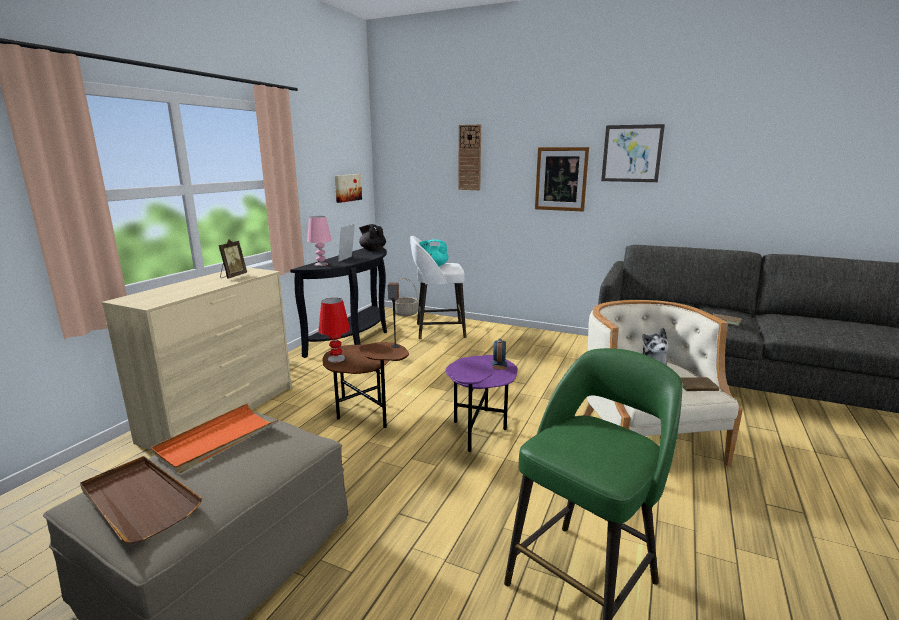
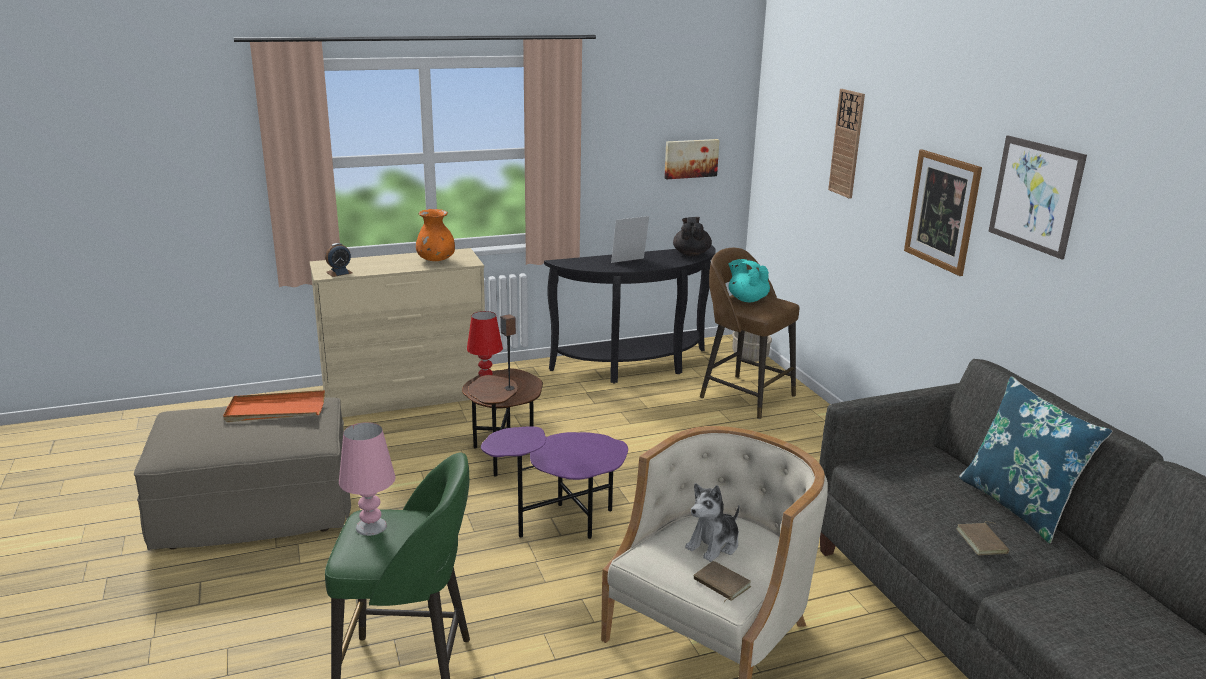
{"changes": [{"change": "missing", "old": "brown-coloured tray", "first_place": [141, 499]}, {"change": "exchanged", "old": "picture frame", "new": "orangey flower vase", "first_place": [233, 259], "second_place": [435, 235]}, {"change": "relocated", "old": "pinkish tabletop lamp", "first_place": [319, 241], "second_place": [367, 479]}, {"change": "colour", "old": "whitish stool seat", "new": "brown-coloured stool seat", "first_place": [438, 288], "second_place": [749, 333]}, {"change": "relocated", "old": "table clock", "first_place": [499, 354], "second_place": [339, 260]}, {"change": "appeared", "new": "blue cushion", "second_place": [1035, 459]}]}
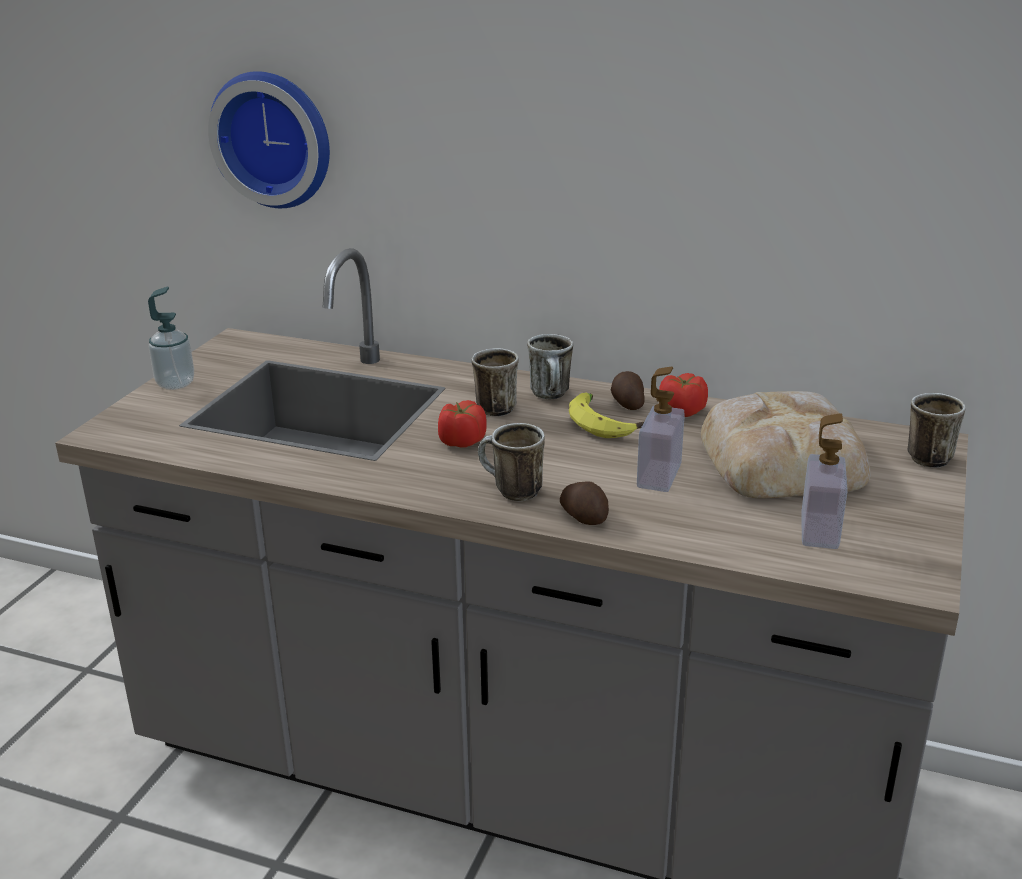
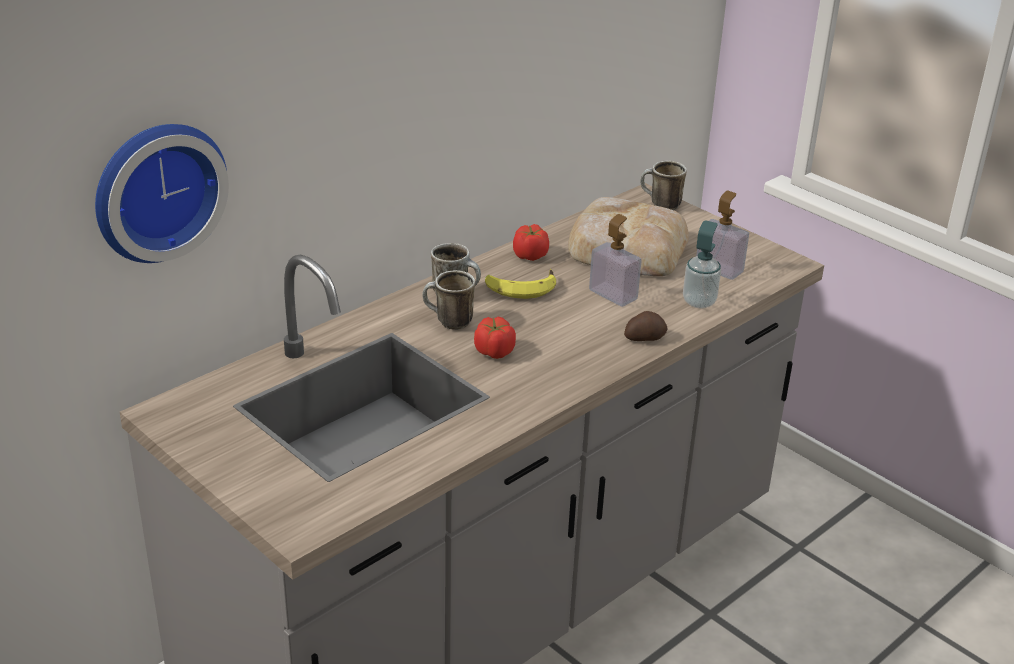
{"changes": [{"change": "relocated", "old": "liquid soap bottle", "first_place": [171, 338], "second_place": [702, 264]}, {"change": "missing", "old": "mug", "first_place": [511, 462]}, {"change": "missing", "old": "whole potato", "first_place": [628, 390]}]}
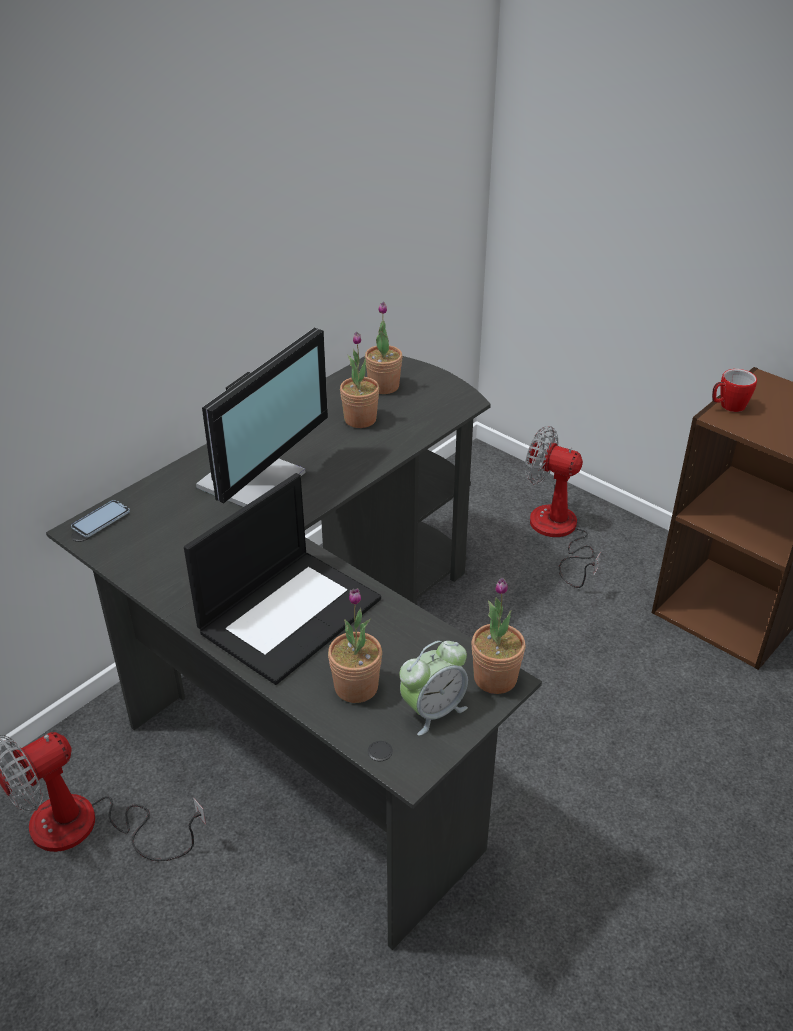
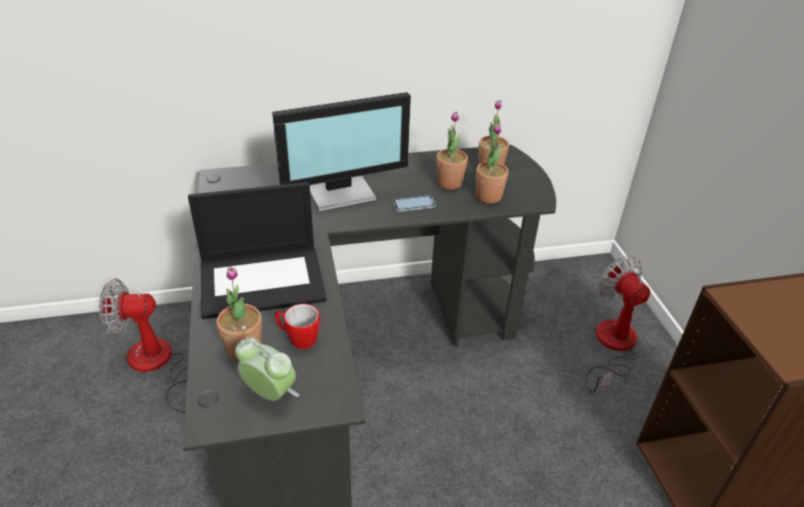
{"changes": [{"change": "relocated", "old": "phone", "first_place": [100, 518], "second_place": [414, 203]}, {"change": "spun", "old": "table clock", "first_place": [434, 688], "second_place": [267, 369], "degrees": -150}, {"change": "relocated", "old": "potted plant", "first_place": [498, 636], "second_place": [492, 163]}, {"change": "relocated", "old": "mug", "first_place": [734, 390], "second_place": [297, 326]}]}
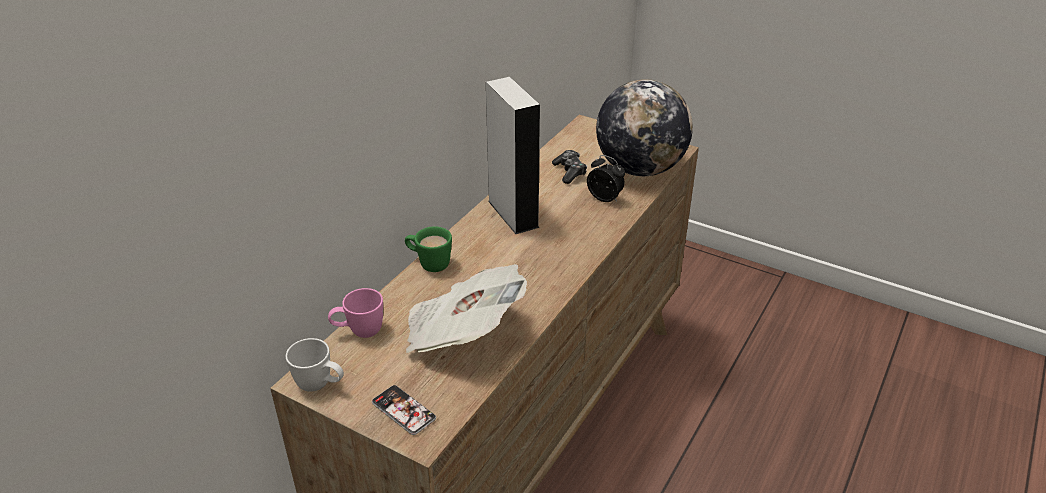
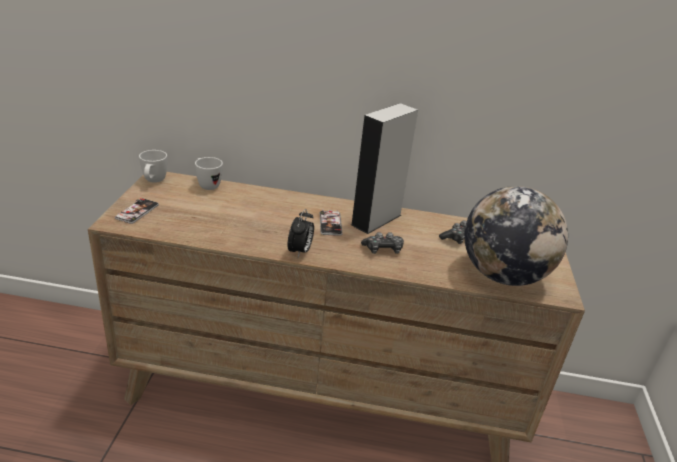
{"changes": [{"change": "colour", "old": "pinkish mug", "new": "whitish mug", "first_place": [355, 313], "second_place": [209, 173]}, {"change": "missing", "old": "green mug", "first_place": [428, 249]}, {"change": "missing", "old": "daily paper", "first_place": [466, 308]}, {"change": "relocated", "old": "table clock", "first_place": [606, 178], "second_place": [301, 233]}, {"change": "appeared", "new": "phone", "second_place": [331, 223]}, {"change": "appeared", "new": "gamepad", "second_place": [382, 243]}]}
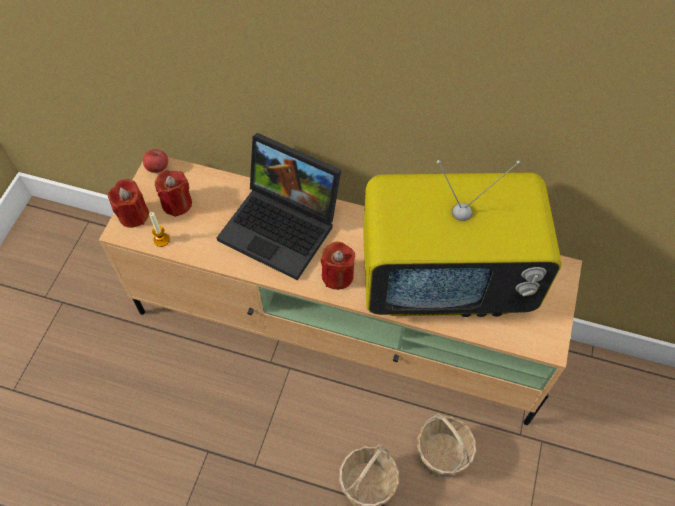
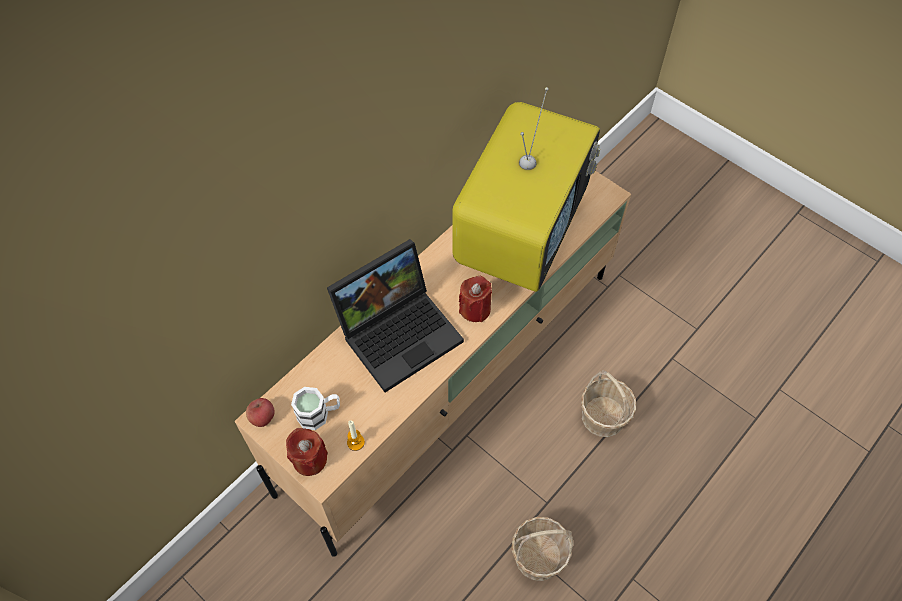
{"changes": [{"change": "exchanged", "old": "reddish candle", "new": "whitish mug", "first_place": [173, 193], "second_place": [315, 408]}, {"change": "relocated", "old": "household basket", "first_place": [446, 446], "second_place": [543, 549]}]}
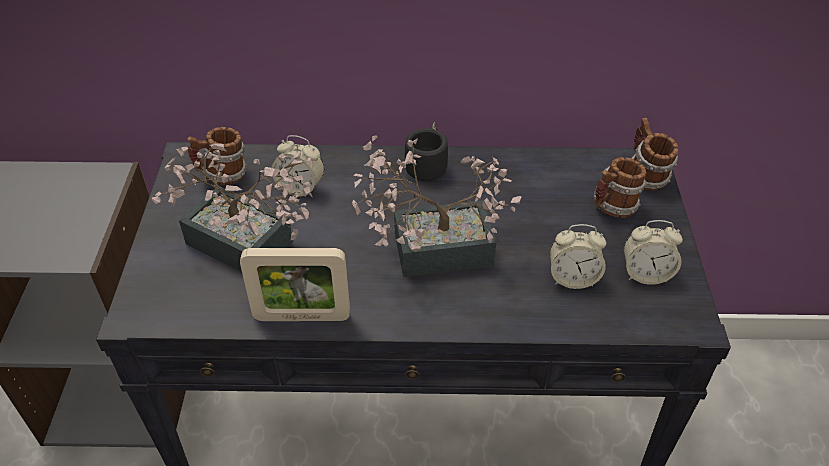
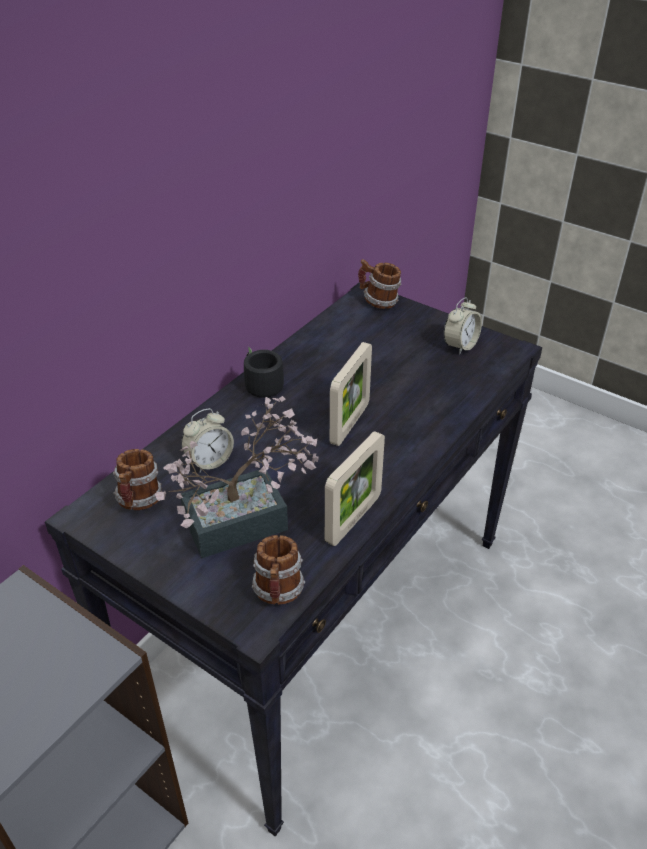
{"changes": [{"change": "exchanged", "old": "potted plant", "new": "picture frame", "first_place": [436, 206], "second_place": [351, 394]}, {"change": "missing", "old": "table clock", "first_place": [578, 256]}, {"change": "relocated", "old": "mug", "first_place": [620, 187], "second_place": [278, 570]}]}
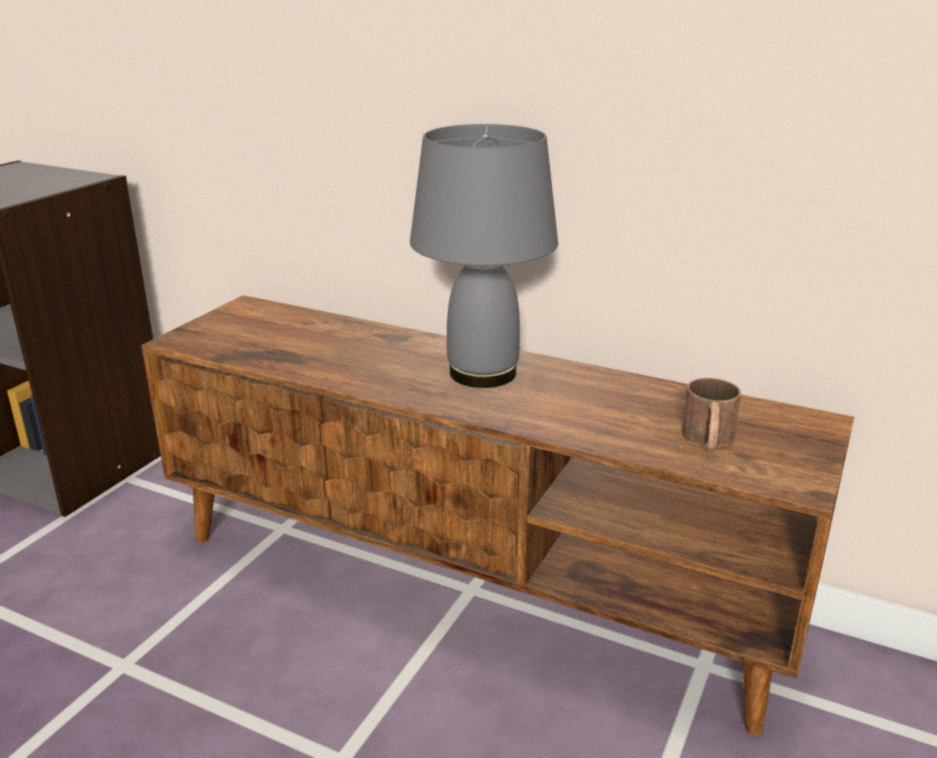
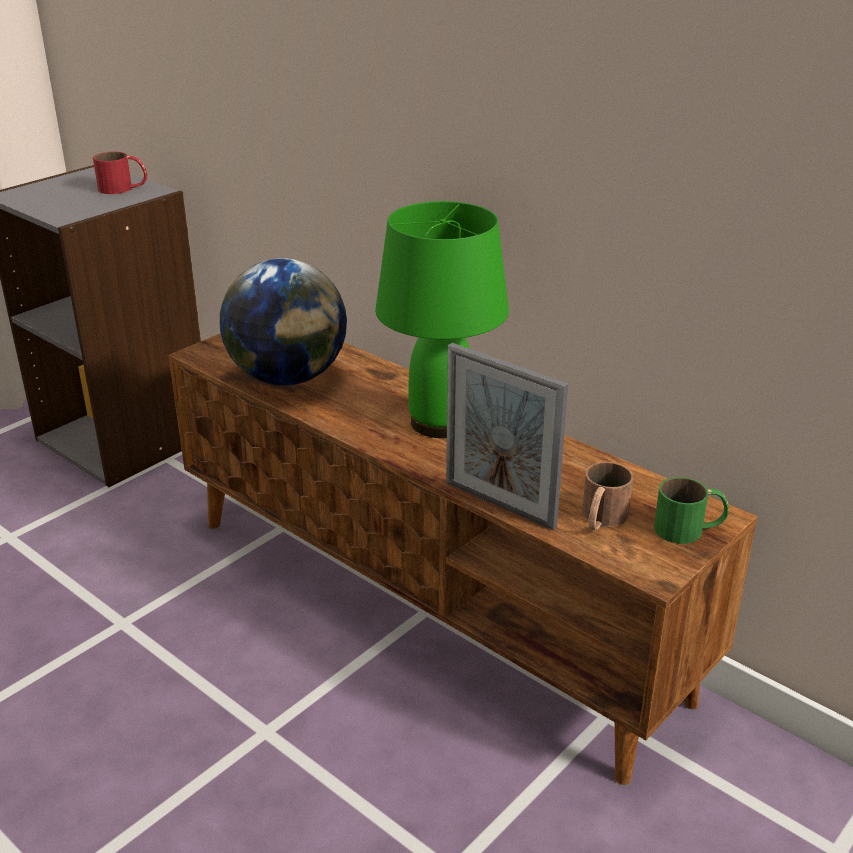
{"changes": [{"change": "colour", "old": "grey tabletop lamp", "new": "green tabletop lamp", "first_place": [484, 256], "second_place": [442, 319]}, {"change": "appeared", "new": "reddish mug", "second_place": [120, 173]}, {"change": "appeared", "new": "globe", "second_place": [283, 321]}, {"change": "appeared", "new": "picture frame", "second_place": [507, 436]}, {"change": "appeared", "new": "green mug", "second_place": [691, 510]}]}
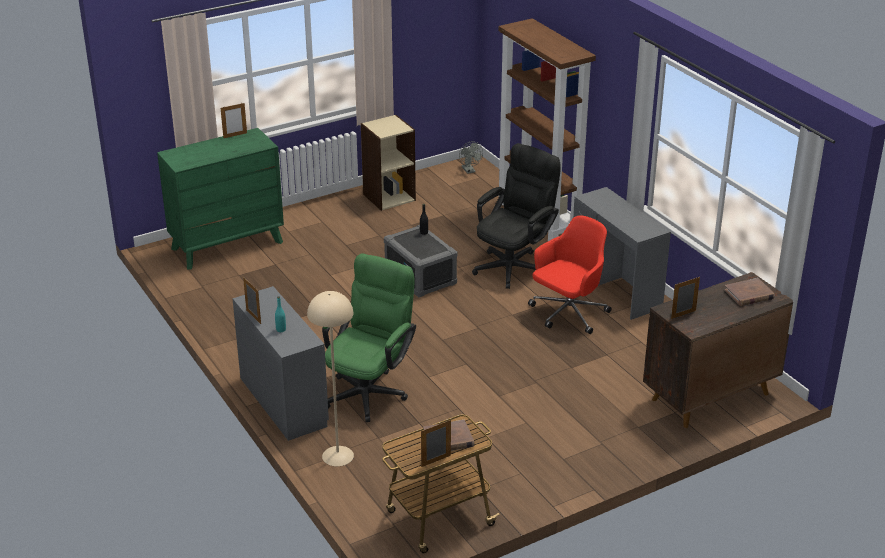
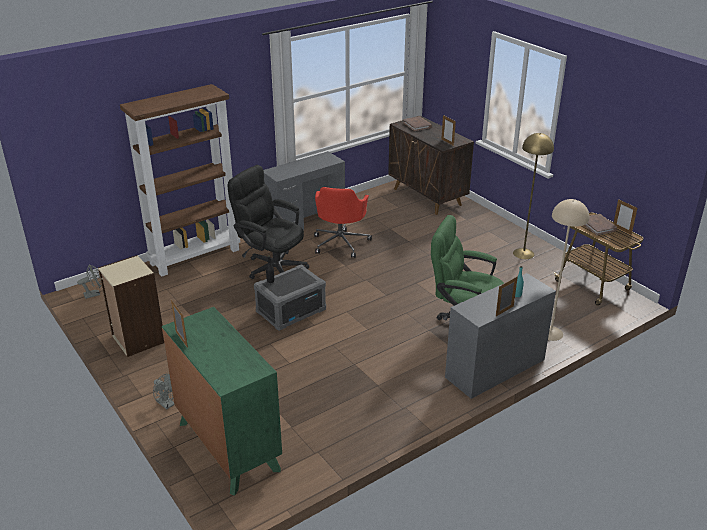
{"changes": [{"change": "spun", "old": "reddish desk chair", "first_place": [570, 274], "second_place": [343, 222], "degrees": -120}, {"change": "appeared", "new": "grey cooling fan", "second_place": [163, 391]}, {"change": "appeared", "new": "yellow-coloured standard lamp", "second_place": [533, 196]}]}
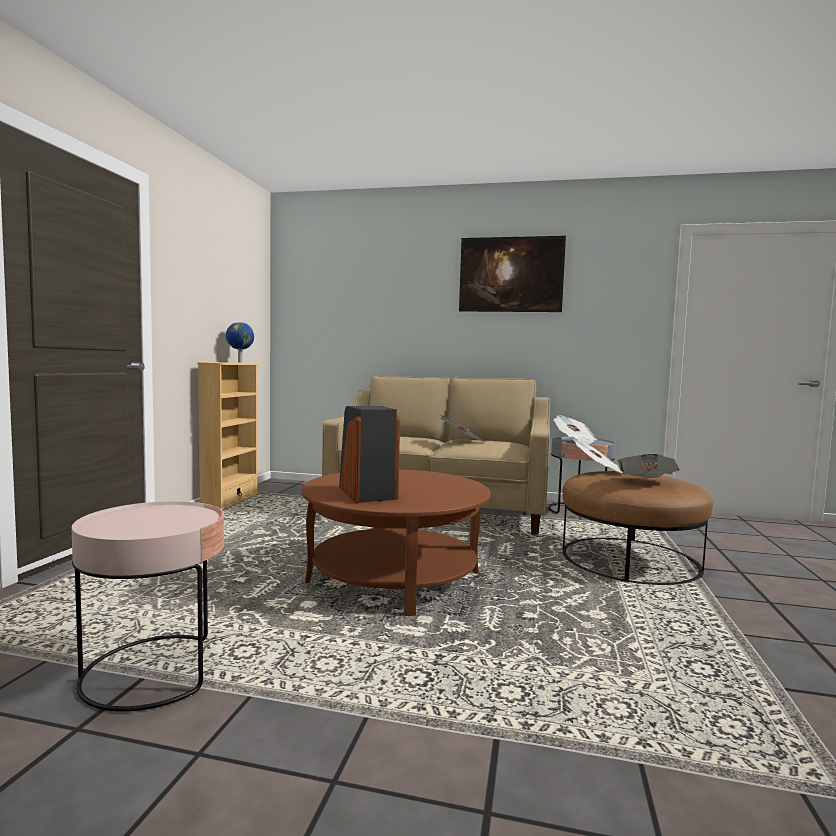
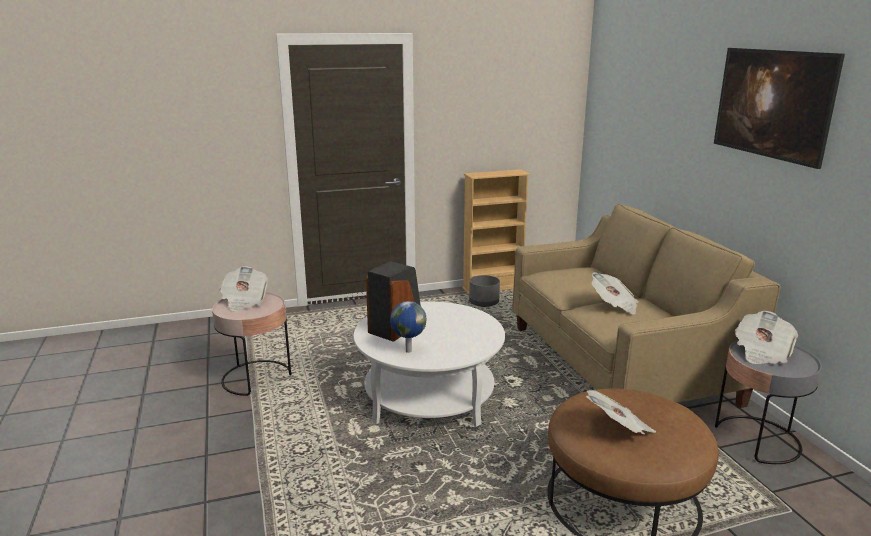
{"changes": [{"change": "relocated", "old": "globe", "first_place": [240, 342], "second_place": [408, 327]}, {"change": "colour", "old": "brown-coloured lounge table", "new": "whitish lounge table", "first_place": [396, 543], "second_place": [429, 364]}, {"change": "relocated", "old": "daily paper", "first_place": [597, 455], "second_place": [244, 288]}, {"change": "appeared", "new": "grey plant pot", "second_place": [484, 291]}]}
